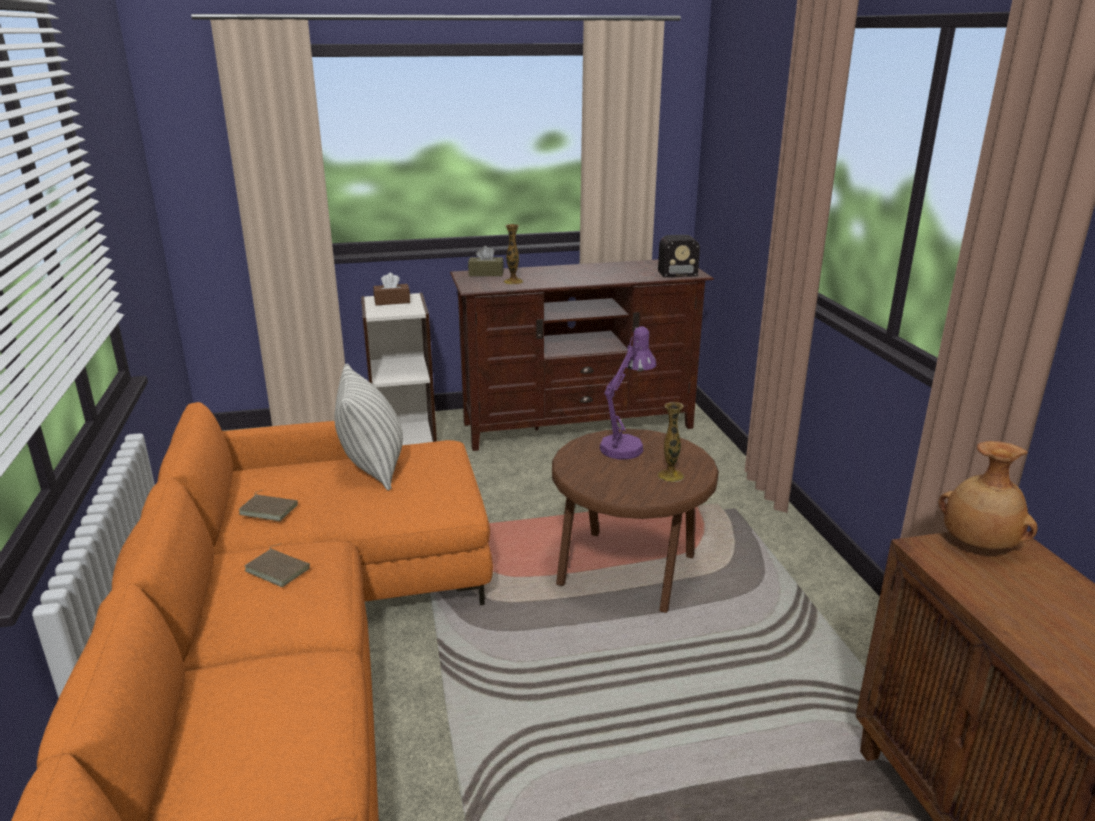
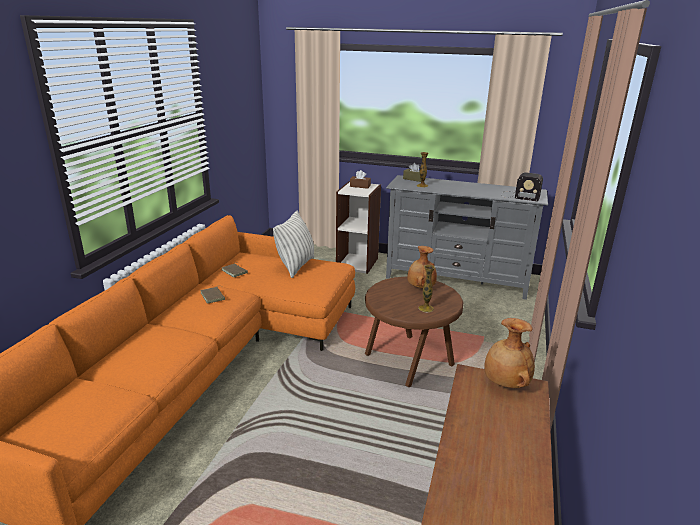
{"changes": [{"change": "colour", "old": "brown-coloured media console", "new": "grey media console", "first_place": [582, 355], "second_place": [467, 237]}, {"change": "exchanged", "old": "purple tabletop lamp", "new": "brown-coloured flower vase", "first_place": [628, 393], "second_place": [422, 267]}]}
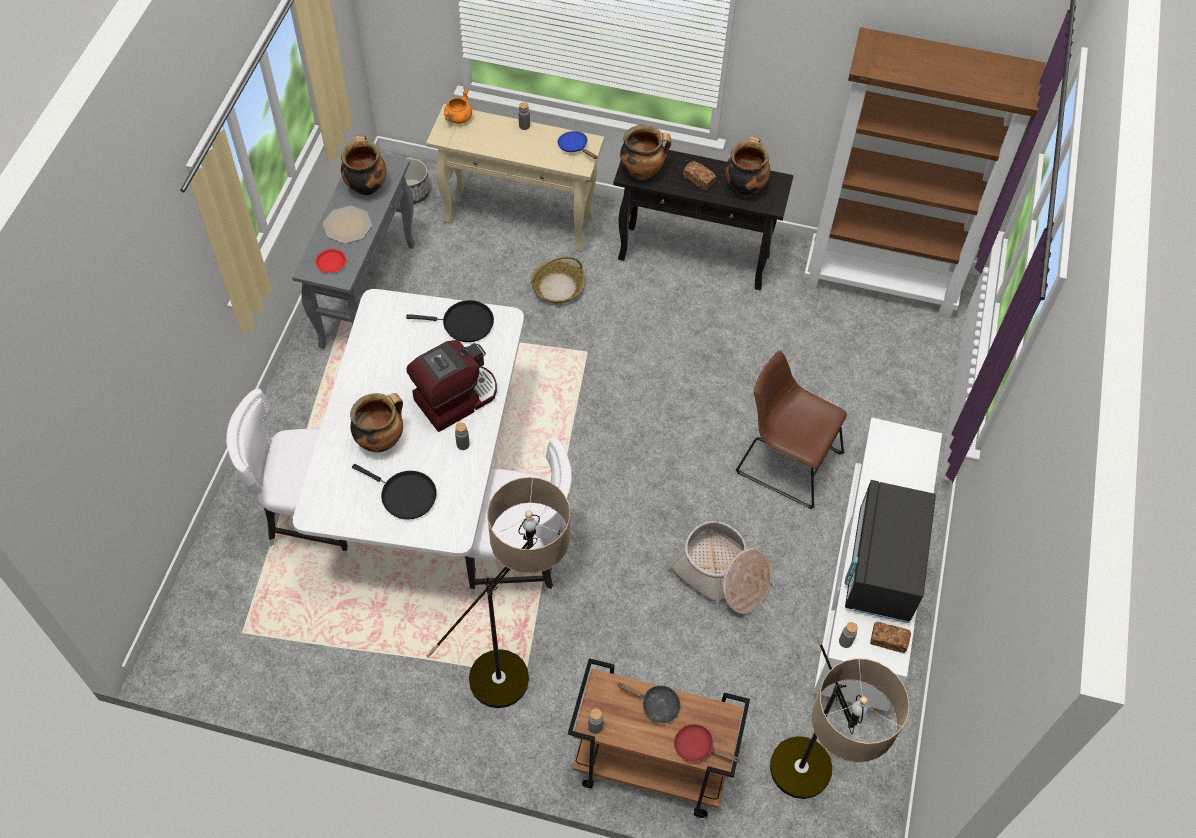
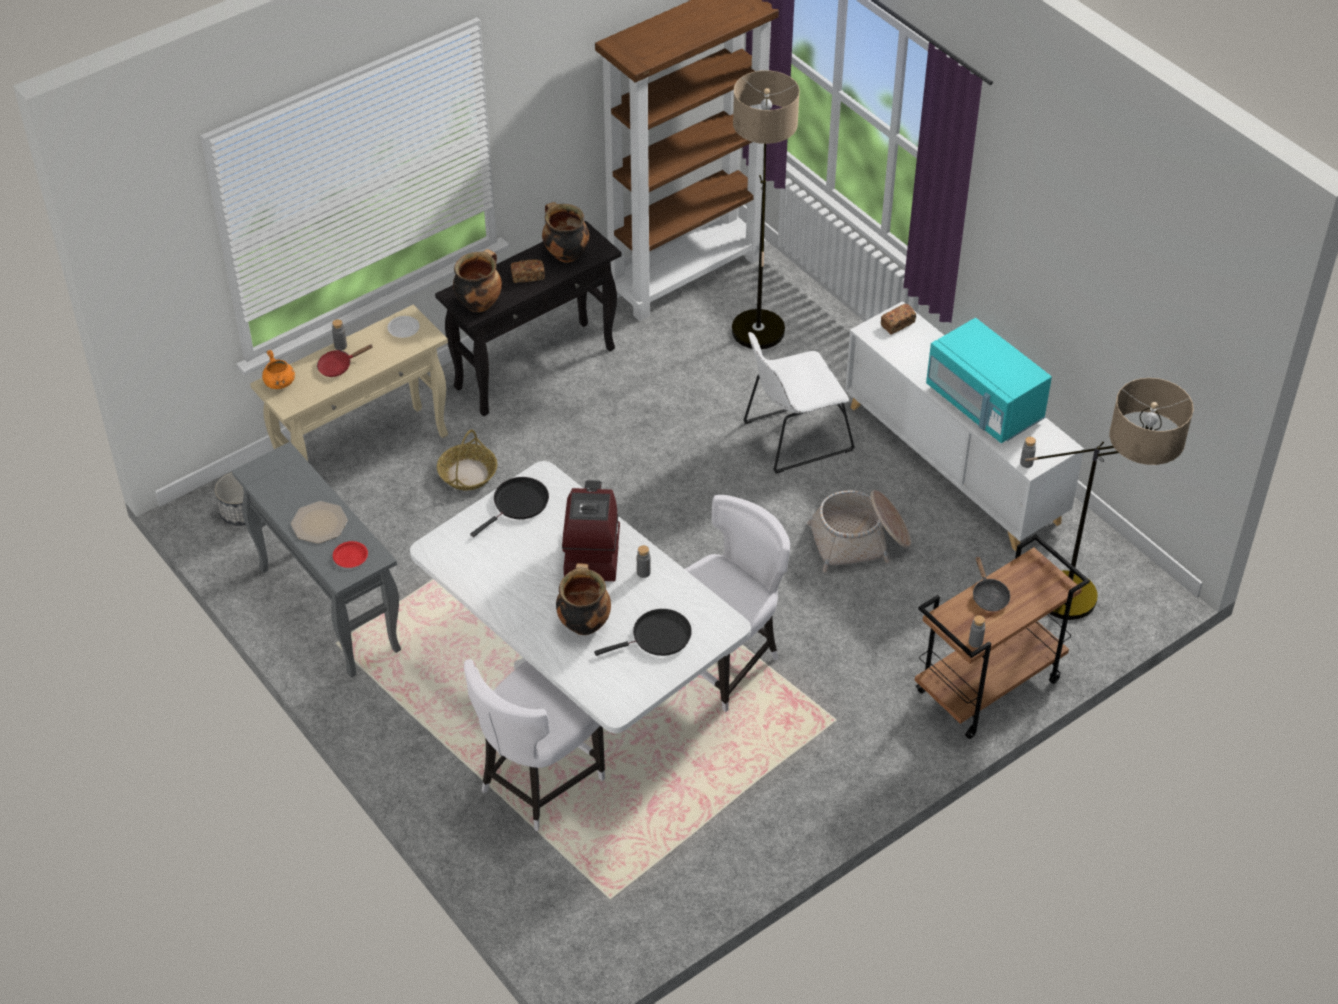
{"changes": [{"change": "missing", "old": "stockpot", "first_place": [363, 165]}, {"change": "relocated", "old": "standard lamp", "first_place": [498, 592], "second_place": [766, 209]}, {"change": "exchanged", "old": "blue frying pan", "new": "whitish flat dish", "first_place": [577, 145], "second_place": [403, 327]}, {"change": "spun", "old": "black-coloured frying pan", "first_place": [649, 703], "second_place": [991, 583], "degrees": 105}, {"change": "relocated", "old": "reddish frying pan", "first_place": [707, 743], "second_place": [344, 360]}, {"change": "colour", "old": "brown-coloured chair", "new": "whitish chair", "first_place": [791, 429], "second_place": [799, 403]}, {"change": "colour", "old": "black-coloured microwave oven", "new": "turquoise microwave oven", "first_place": [890, 551], "second_place": [989, 380]}, {"change": "relocated", "old": "bread", "first_place": [890, 637], "second_place": [898, 319]}]}
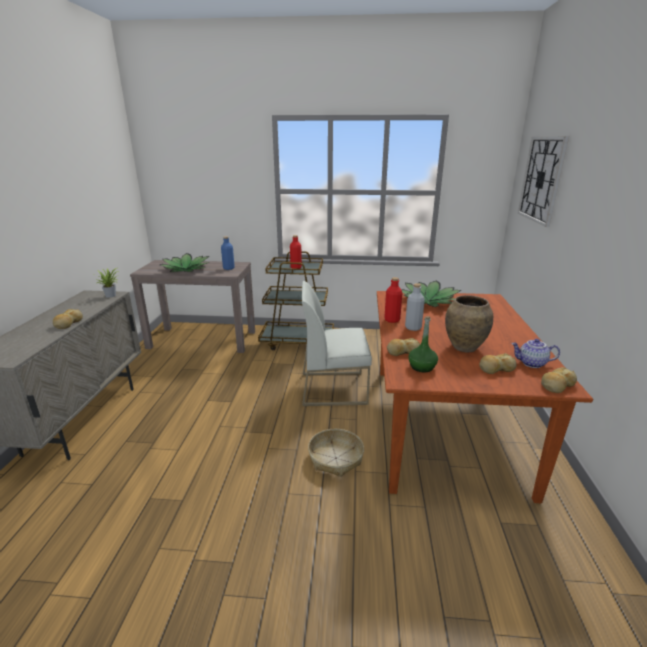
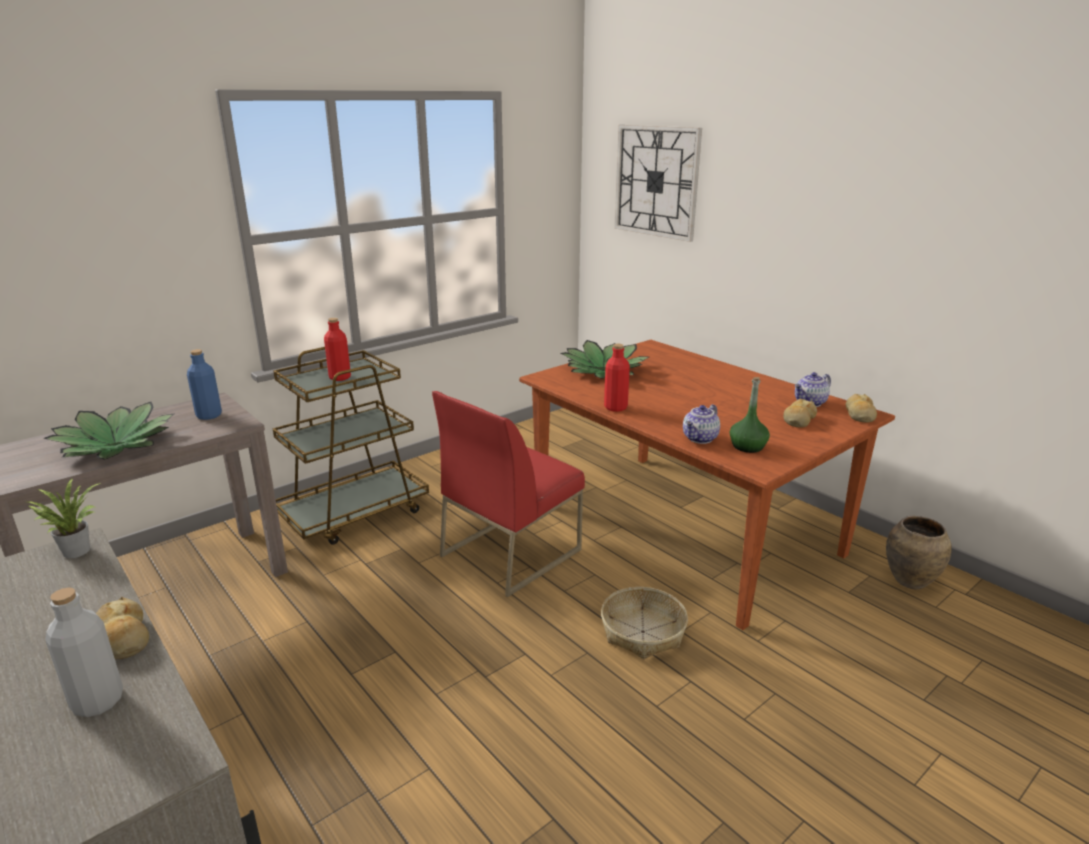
{"changes": [{"change": "colour", "old": "whitish chair", "new": "reddish chair", "first_place": [337, 343], "second_place": [508, 494]}, {"change": "exchanged", "old": "bread", "new": "tea pot", "first_place": [403, 347], "second_place": [701, 424]}, {"change": "relocated", "old": "grey drink bottle", "first_place": [415, 307], "second_place": [84, 652]}, {"change": "relocated", "old": "brown-coloured flower vase", "first_place": [469, 323], "second_place": [919, 552]}]}
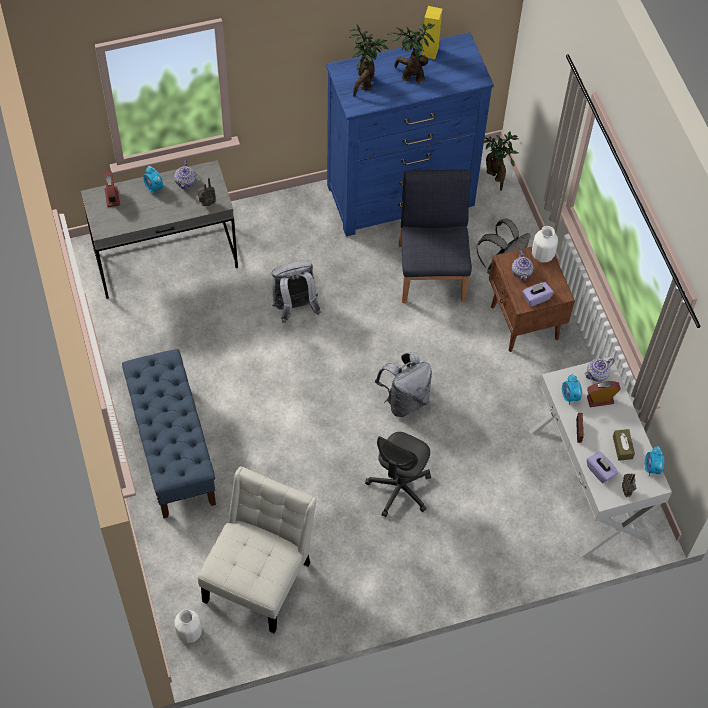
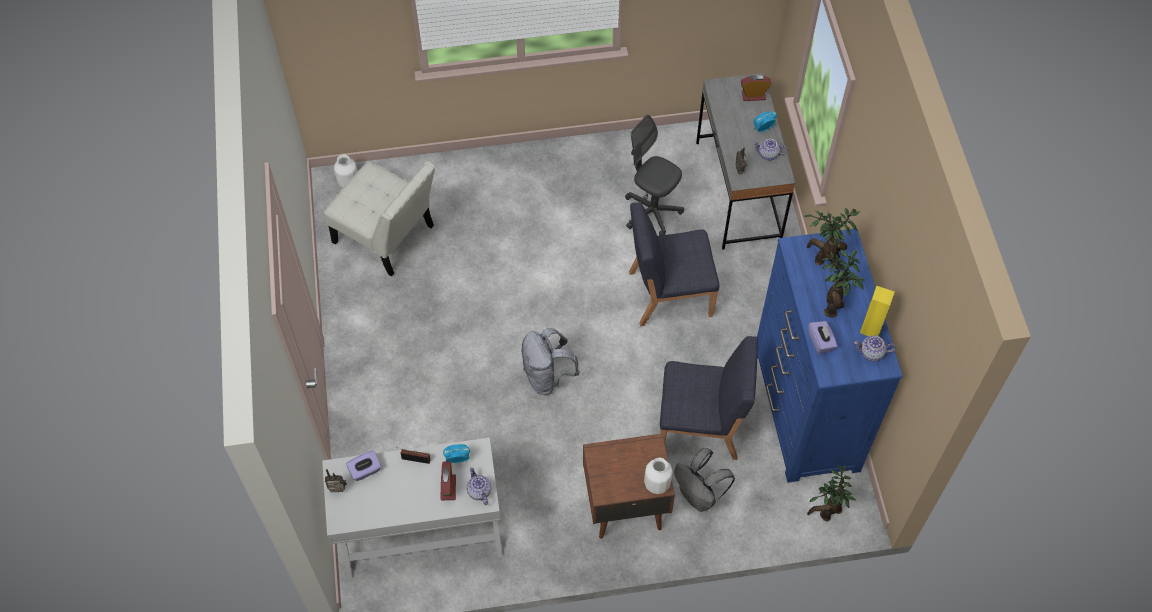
{"changes": [{"change": "missing", "old": "blue indoor bench", "first_place": [169, 434]}, {"change": "exchanged", "old": "grey rucksack", "new": "blue chair", "first_place": [296, 291], "second_place": [674, 264]}, {"change": "relocated", "old": "grey desk chair", "first_place": [398, 474], "second_place": [654, 175]}, {"change": "relocated", "old": "tea pot", "first_place": [523, 266], "second_place": [875, 348]}, {"change": "relocated", "old": "purple tissue holder", "first_place": [538, 294], "second_place": [822, 337]}, {"change": "missing", "old": "brown-coloured tissue holder", "first_place": [624, 445]}, {"change": "missing", "old": "table clock", "first_place": [654, 461]}]}
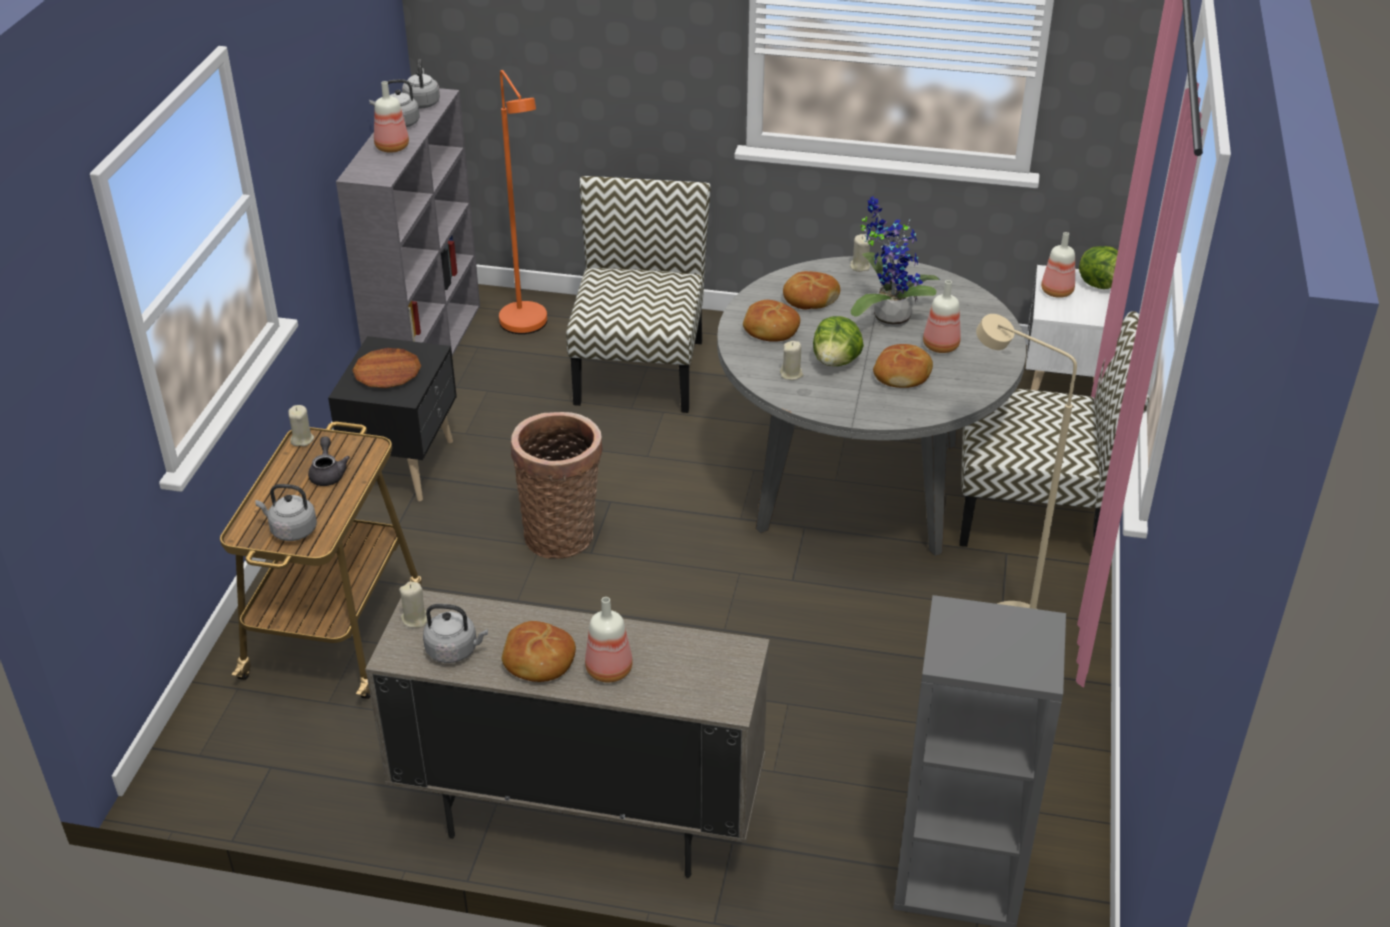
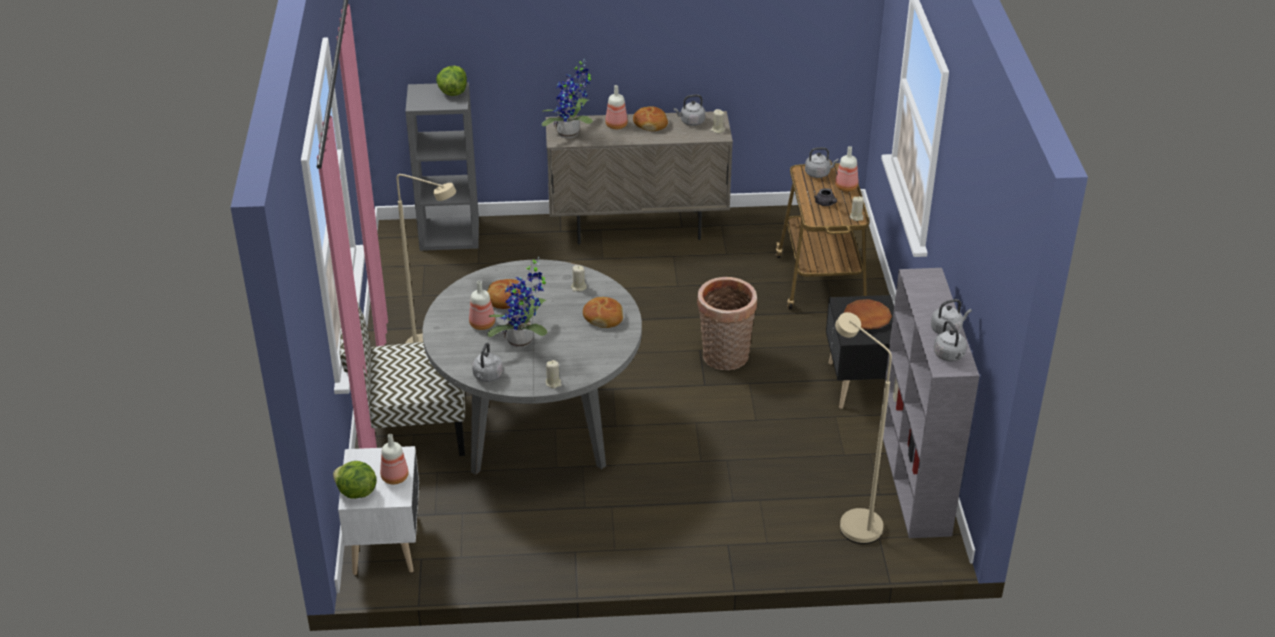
{"changes": [{"change": "relocated", "old": "drink bottle", "first_place": [391, 117], "second_place": [846, 169]}, {"change": "colour", "old": "orangey standard lamp", "new": "sand-coloured standard lamp", "first_place": [523, 202], "second_place": [863, 428]}, {"change": "missing", "old": "chair", "first_place": [638, 294]}, {"change": "missing", "old": "bread", "first_place": [811, 290]}, {"change": "relocated", "old": "lettuce", "first_place": [838, 341], "second_place": [451, 81]}, {"change": "appeared", "new": "grey tea kettle", "second_place": [487, 362]}, {"change": "appeared", "new": "potted plant", "second_place": [567, 98]}]}
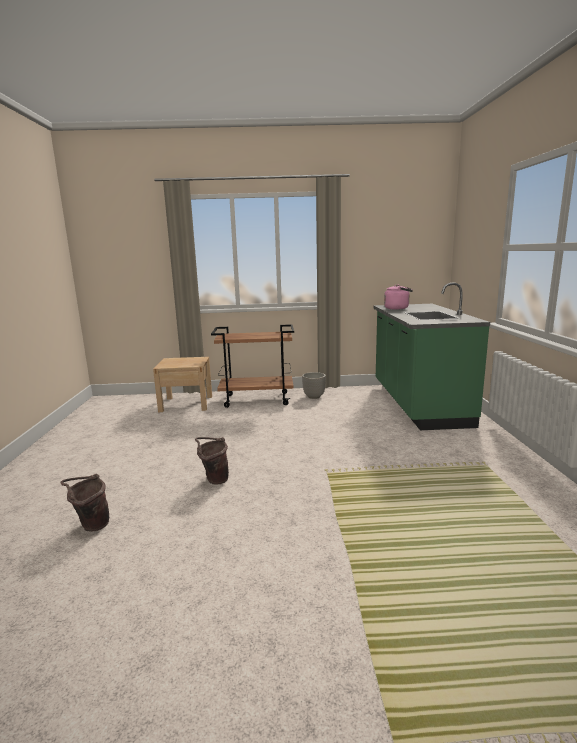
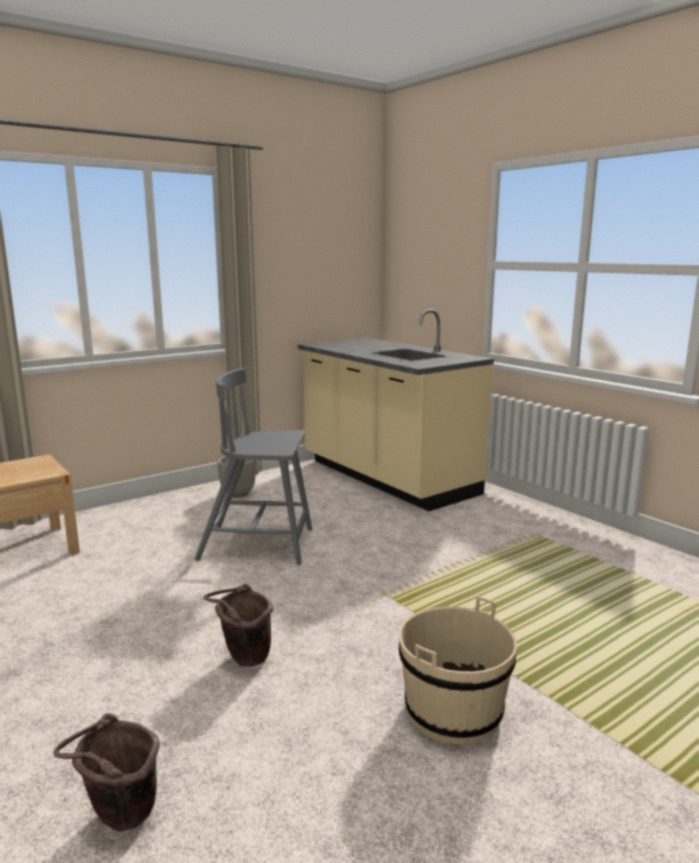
{"changes": [{"change": "missing", "old": "brown-coloured cart", "first_place": [252, 366]}, {"change": "colour", "old": "green kitchen base unit", "new": "sand-coloured kitchen base unit", "first_place": [431, 356], "second_place": [396, 410]}, {"change": "missing", "old": "pinkish tea kettle", "first_place": [398, 296]}, {"change": "appeared", "new": "grey chair", "second_place": [253, 466]}, {"change": "appeared", "new": "sand-coloured water bucket", "second_place": [458, 670]}]}
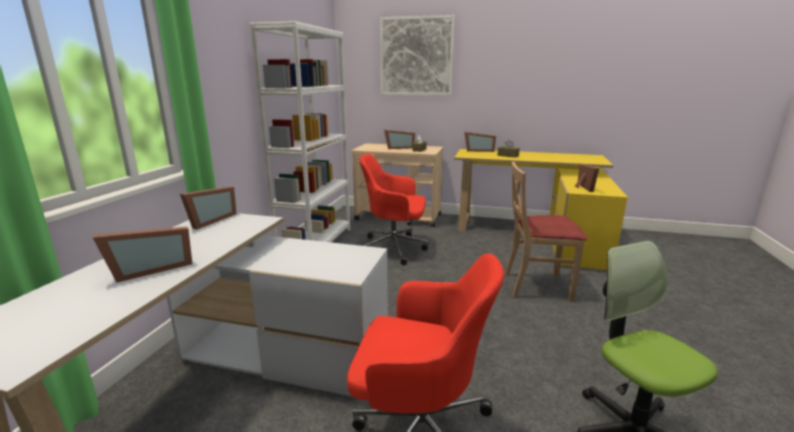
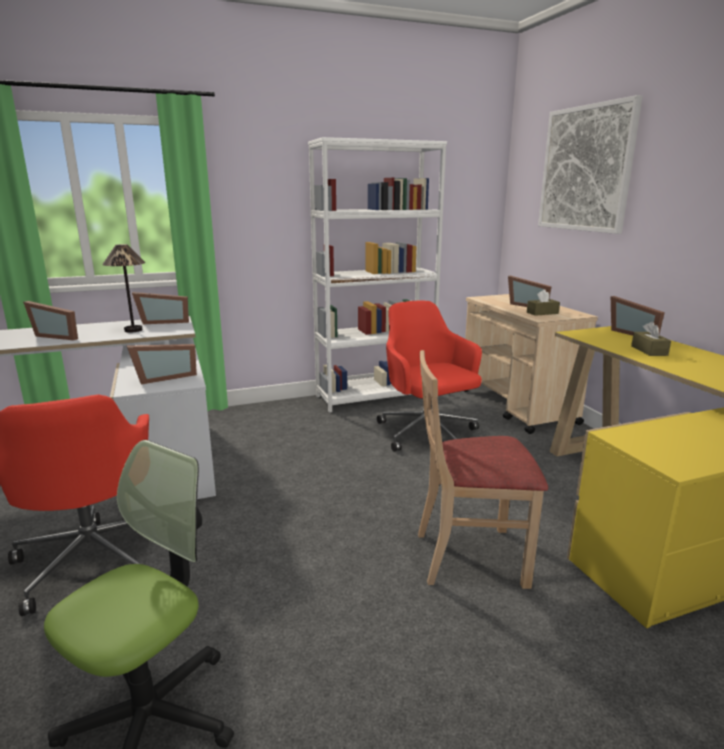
{"changes": [{"change": "spun", "old": "sand-coloured chair", "first_place": [546, 231], "second_place": [483, 469], "degrees": -60}, {"change": "relocated", "old": "picture frame", "first_place": [587, 178], "second_place": [162, 364]}, {"change": "appeared", "new": "tabletop lamp", "second_place": [123, 288]}]}
